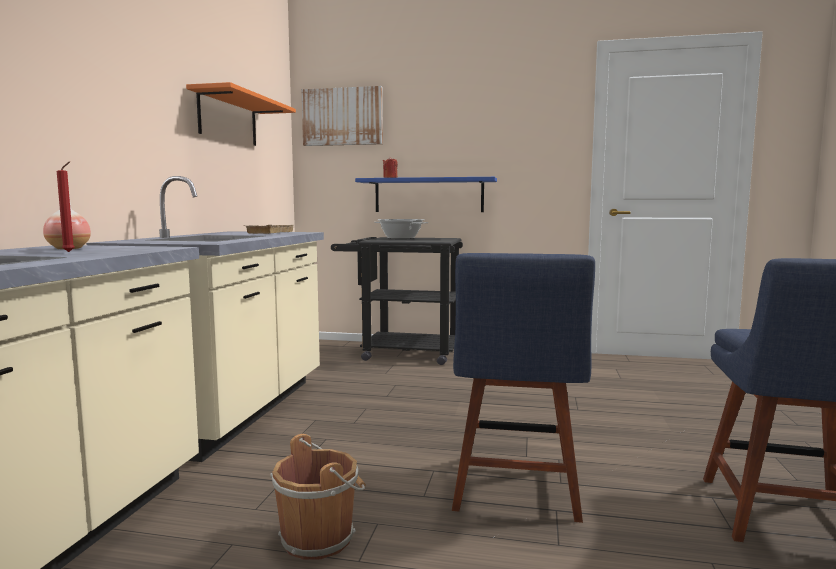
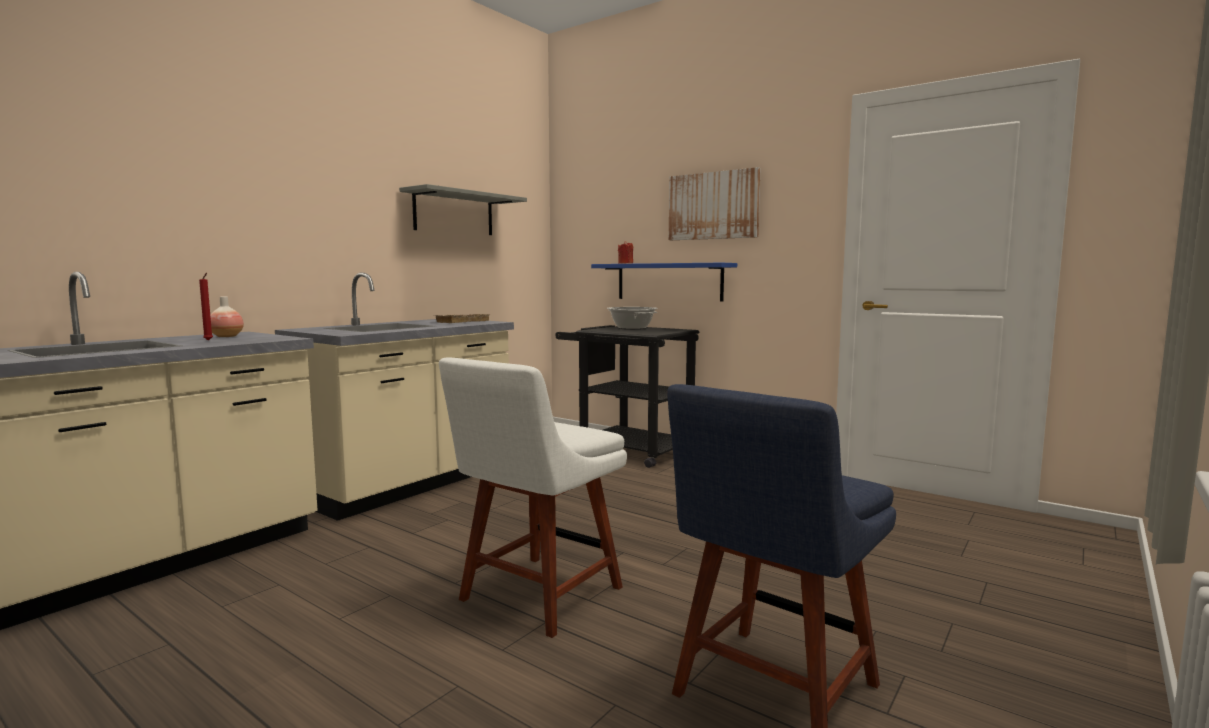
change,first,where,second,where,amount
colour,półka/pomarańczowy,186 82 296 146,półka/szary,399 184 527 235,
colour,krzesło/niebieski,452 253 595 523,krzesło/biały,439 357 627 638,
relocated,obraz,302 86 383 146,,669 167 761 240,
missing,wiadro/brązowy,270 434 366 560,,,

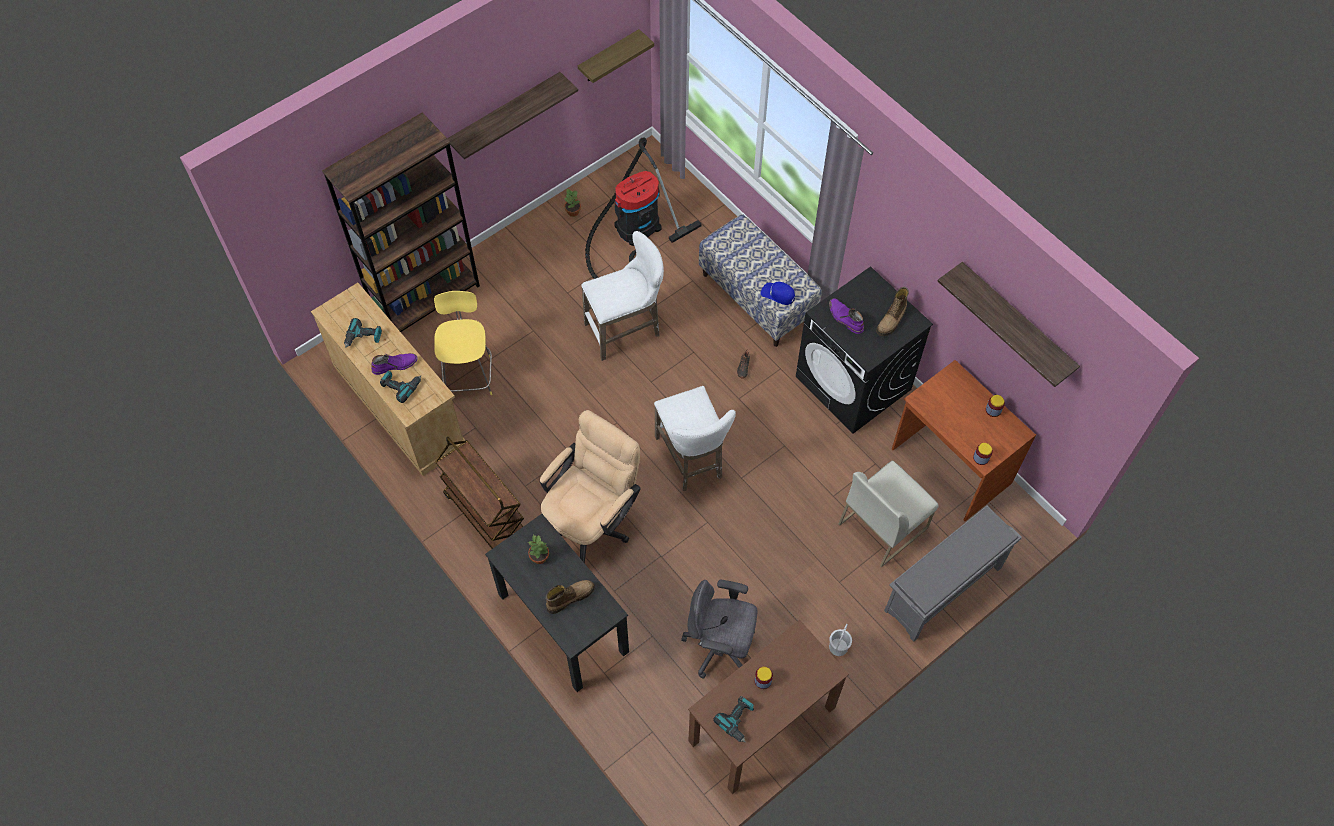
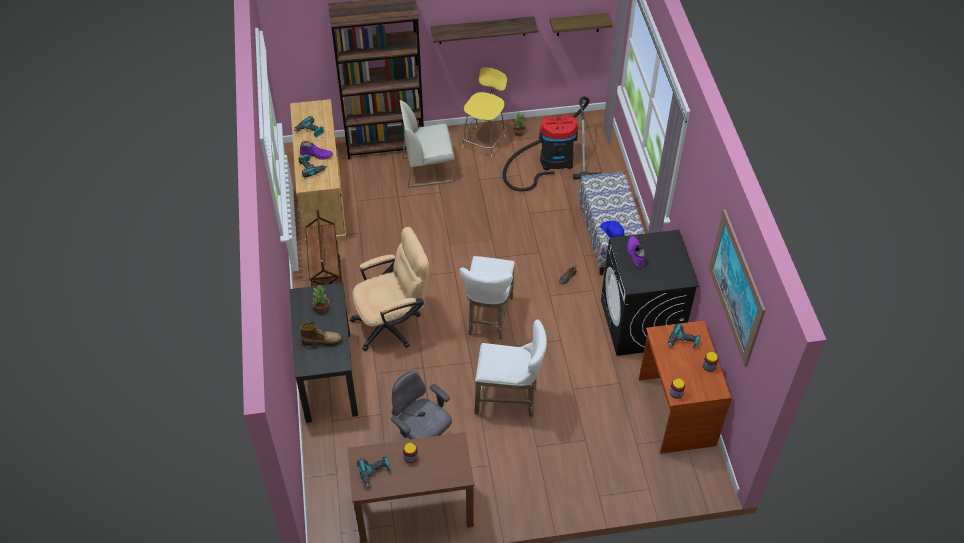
change,first,where,second,where,amount
relocated,krzesło/biały,838 461 939 567,,400 100 454 188,
relocated,stołek/żółty,434 291 492 395,,462 67 507 158,
relocated,stołek/biały,581 231 664 361,,475 320 547 417,
appeared,,,wiertarka,668 324 700 349,
exchanged,półka,938 262 1080 387,obraz,709 209 765 367,
missing,wiadro/biały,829 624 852 656,,,
missing,but z cholewką,876 287 909 336,,,
missing,regał na buty/szary,884 505 1022 642,,,

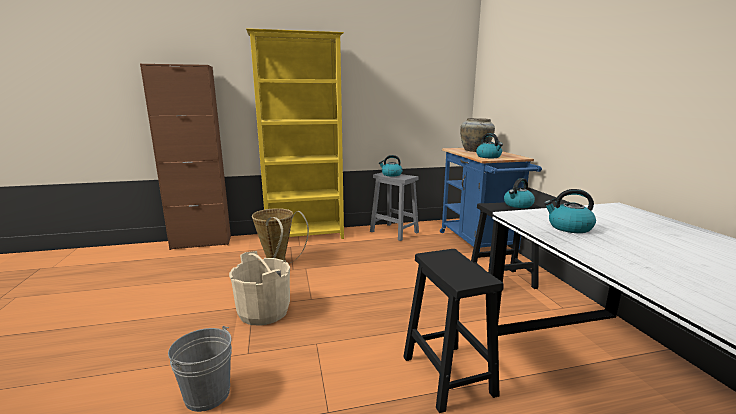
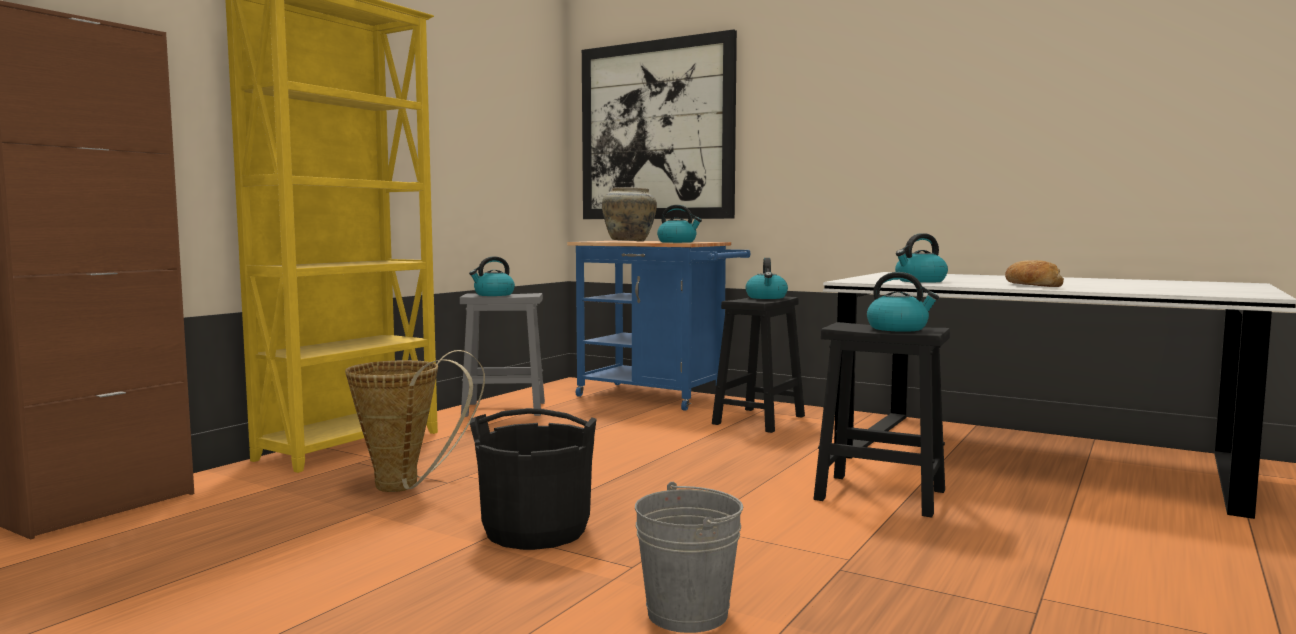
change,first,where,second,where,amount
colour,wiadro/beżowy,229 251 290 326,wiadro/czarny,470 408 597 550,
appeared,,,obraz,582 29 737 219,
appeared,,,czajnik,867 272 939 332,
appeared,,,chleb,1005 260 1064 287,

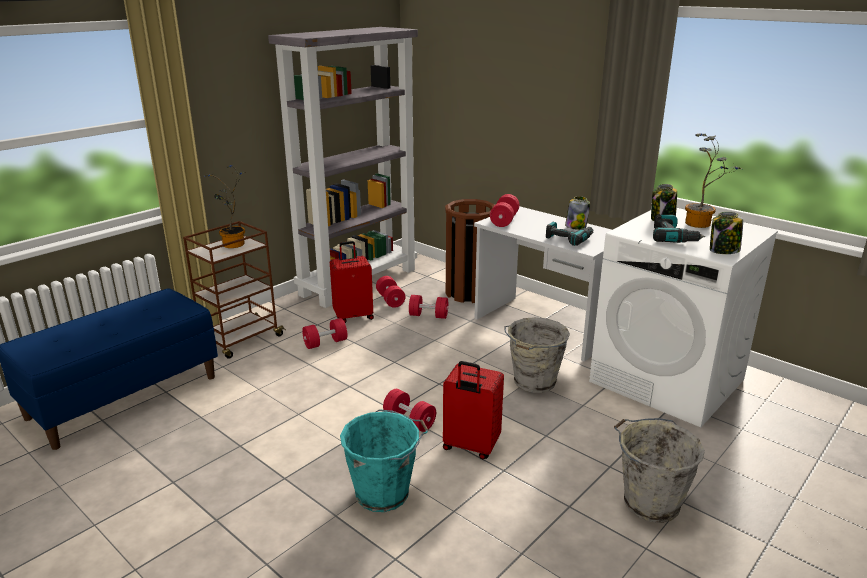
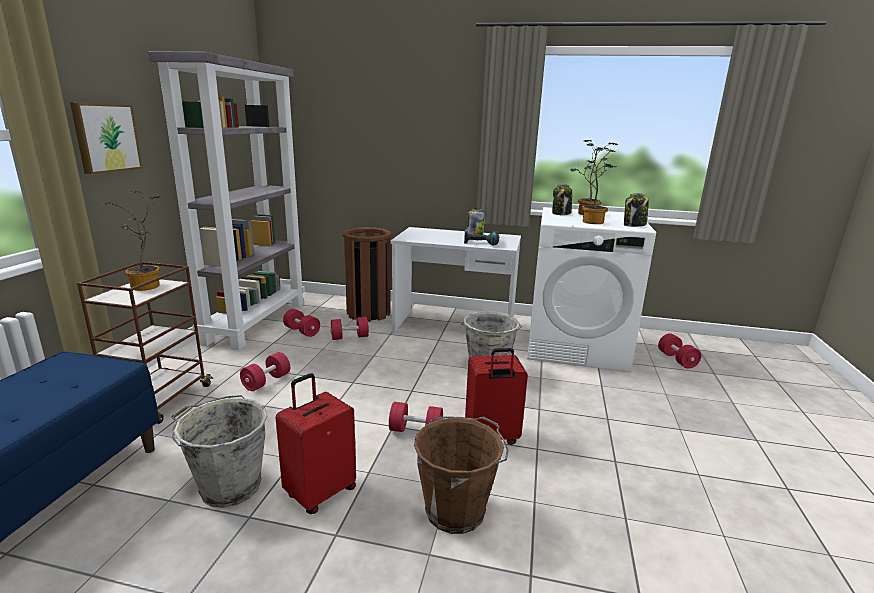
change,first,where,second,where,amount
appeared,,,obraz,70 102 142 174,
relocated,wiadro/szary,614 418 705 523,,172 395 267 508,
relocated,walizka/czerwony,330 241 374 323,,275 373 356 514,
colour,wiadro/turkusowy,340 409 428 512,wiadro/brązowy,414 416 509 534,
exchanged,wiertarka,653 214 705 243,roślina doniczkowa,570 143 618 224,
relocated,hantel/czerwony,490 194 520 227,,658 333 701 369,

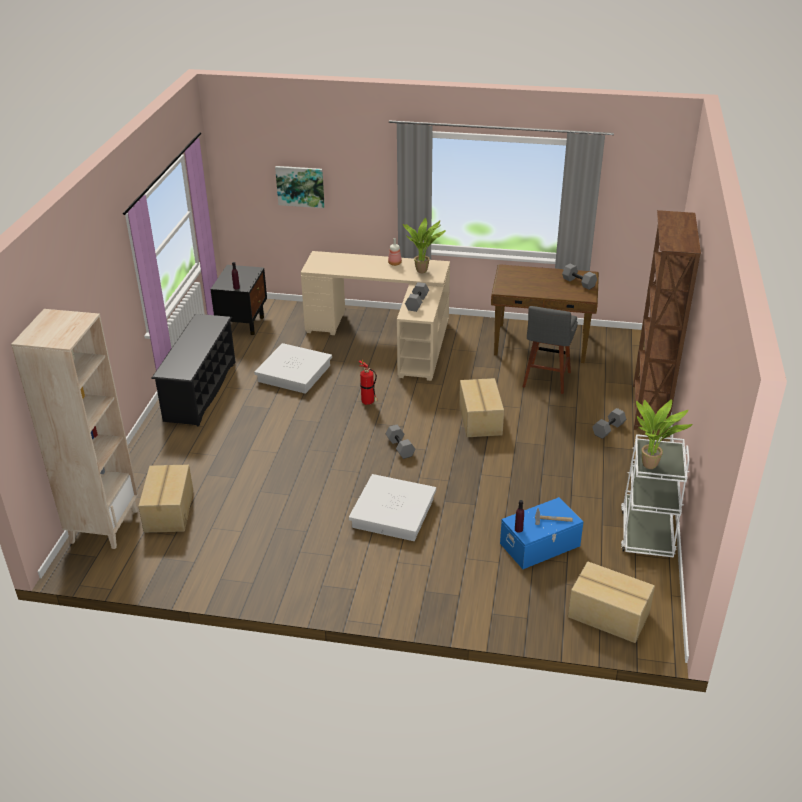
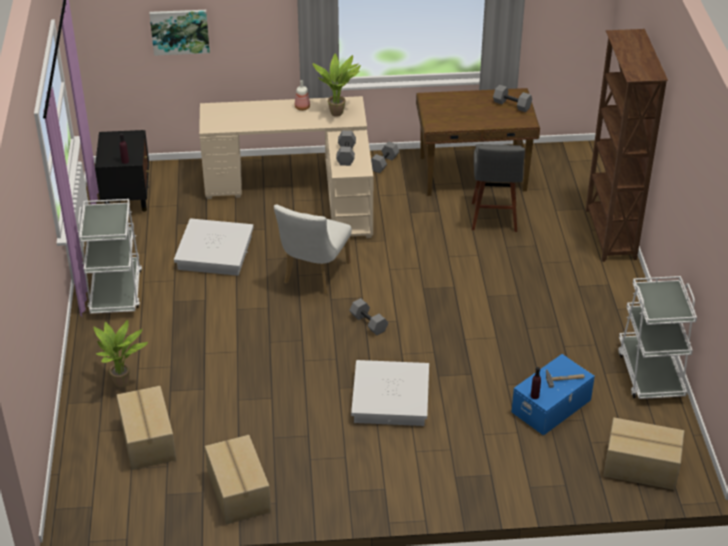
change,first,where,second,where,amount
exchanged,regał na buty/czarny,151 314 235 427,wózek/biały,78 199 142 314,
relocated,roślina doniczkowa,636 400 693 469,,94 320 148 387,
relocated,karton,459 378 504 437,,205 435 271 524,
exchanged,gaśnica,358 360 378 405,krzesło/biały,274 205 352 294,
relocated,hantel/szary,592 408 627 439,,371 142 400 173,
missing,regał/beżowy,11 309 138 549,,,

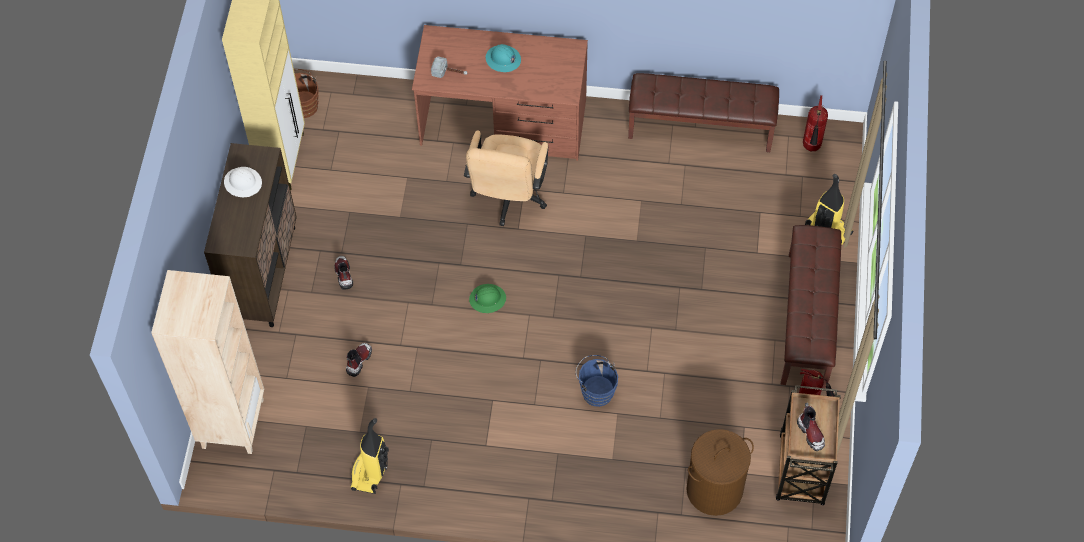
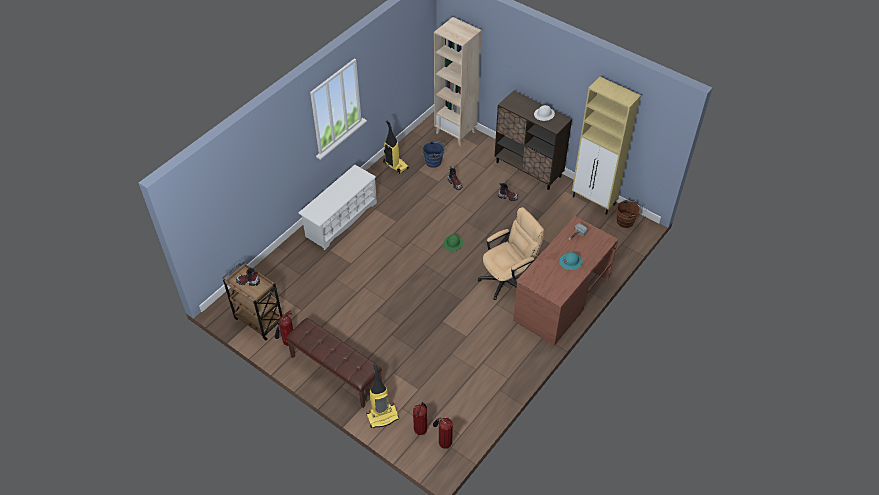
change,first,where,second,where,amount
appeared,,,regał na buty/biały,298 165 377 250,
appeared,,,gaśnica,413 402 427 435,
relocated,wiadro/niebieski,576 355 618 407,,423 141 447 168,
spun,krzesło biurowe/beżowy,464 130 548 226,,478 207 545 300,105 degrees clockwise
missing,ławka/brązowy,628 73 779 152,,,
missing,kosz na pranie/brązowy,686 429 754 516,,,

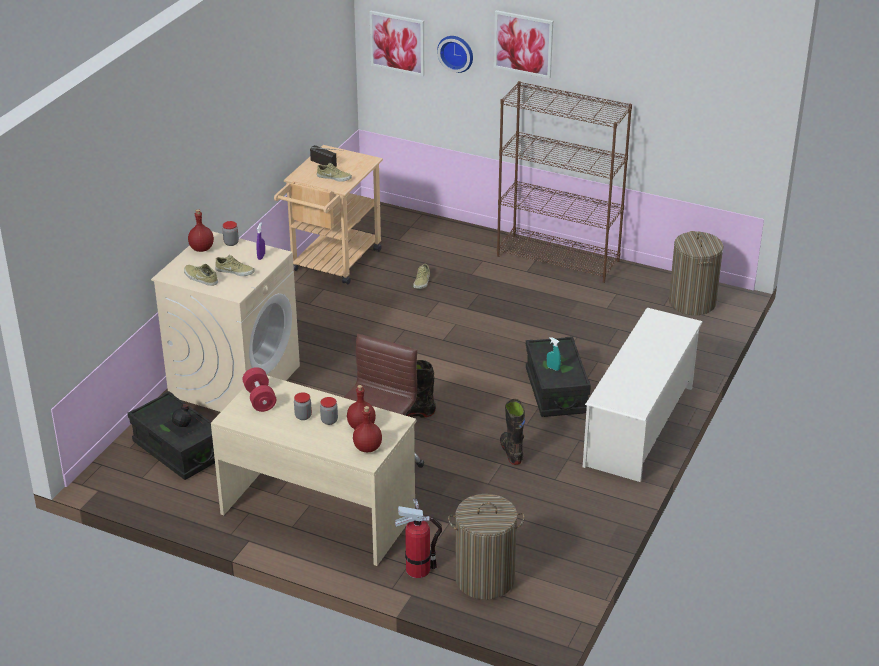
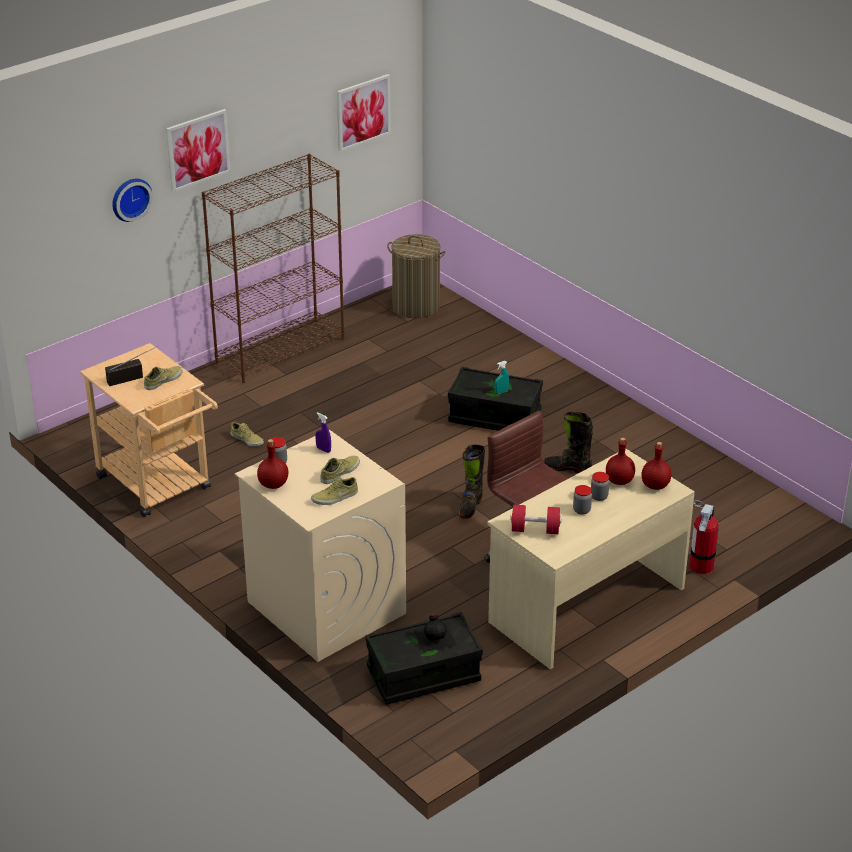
change,first,where,second,where,amount
relocated,obraz,370 11 424 76,,337 74 391 152,
missing,kosz na pranie,448 494 525 600,,,
missing,regał na buty/biały,583 308 703 482,,,

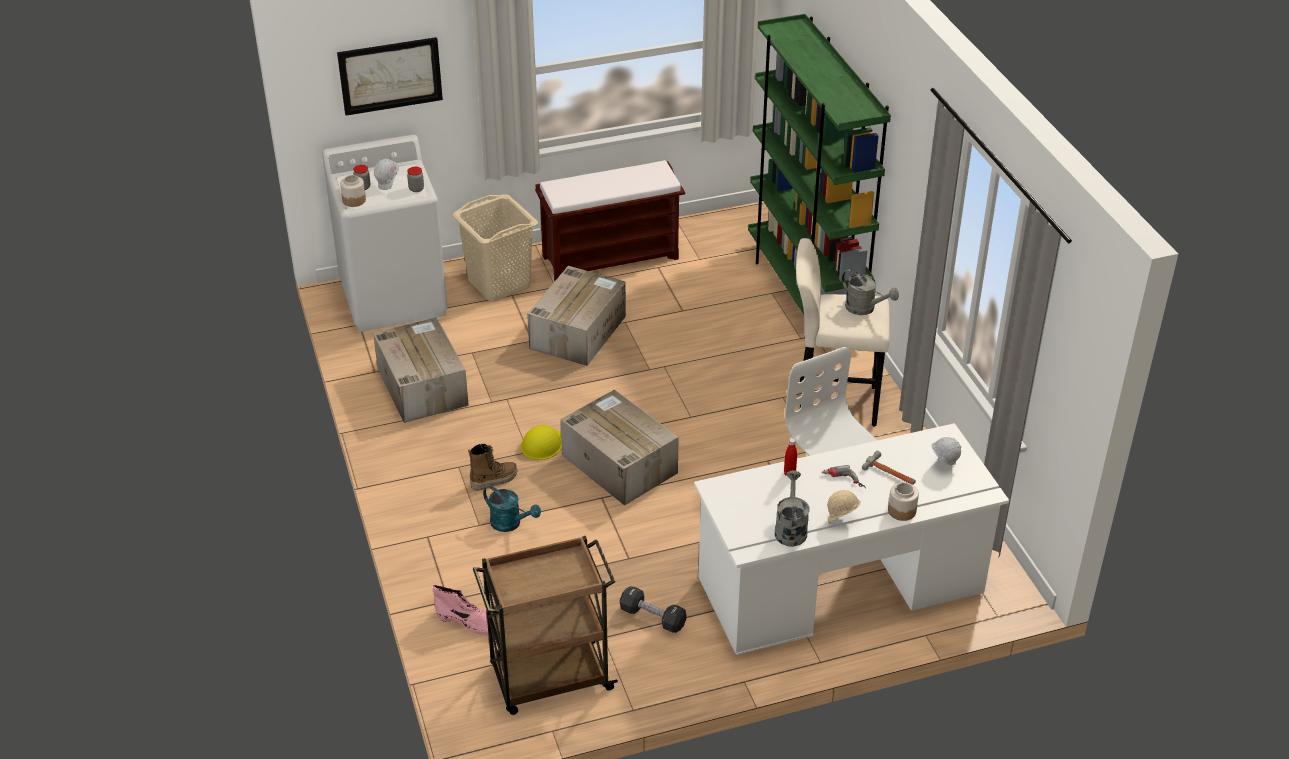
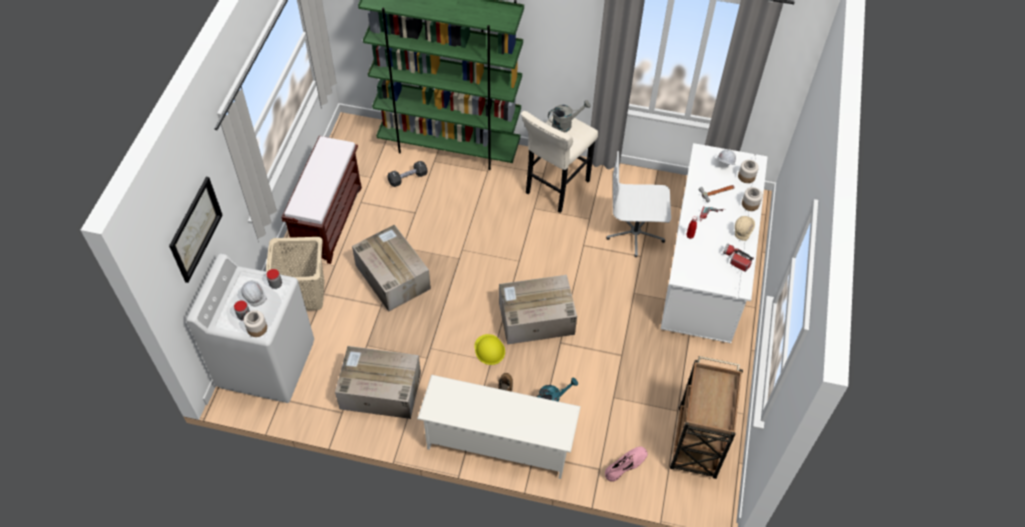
change,first,where,second,where,amount
relocated,hantel/czarny,620 586 686 633,,387 161 428 187,
appeared,,,regał na buty/biały,417 375 581 479,
exchanged,konewka/szary,775 471 809 547,latarka,723 243 754 272,
appeared,,,słoik,738 160 759 183,

